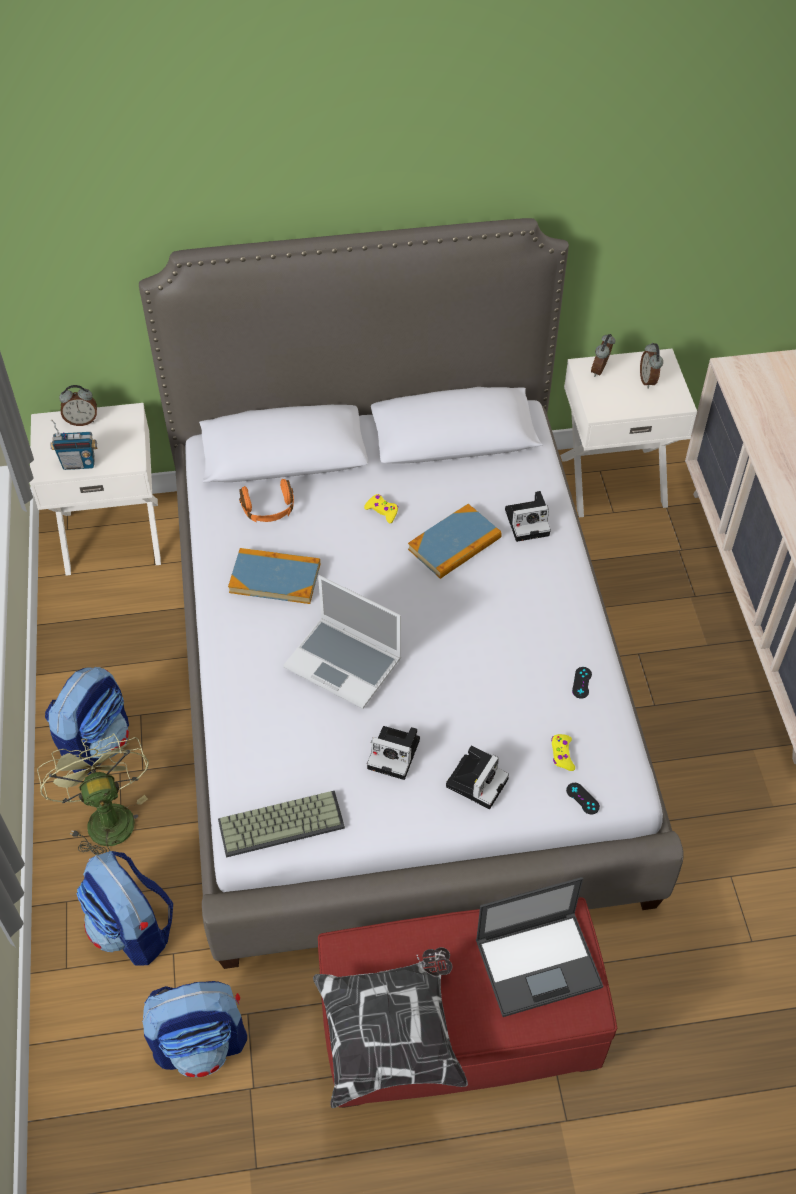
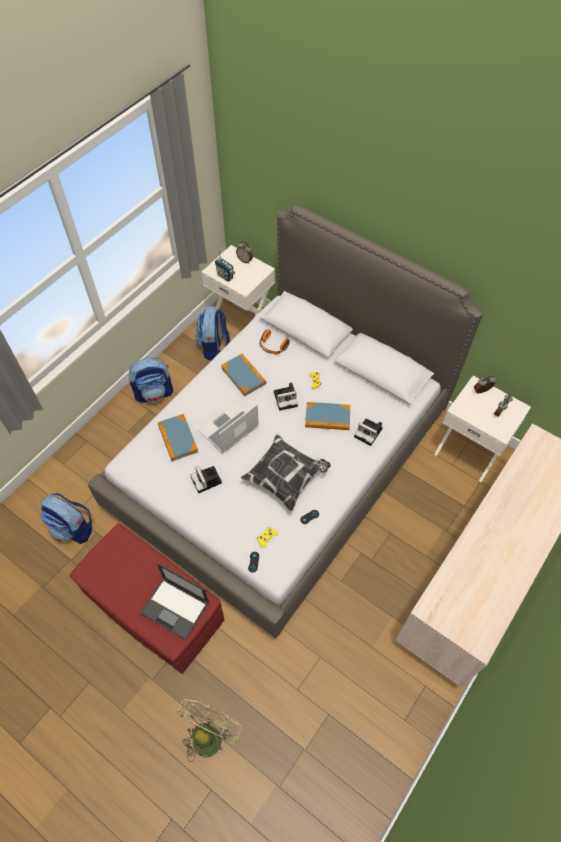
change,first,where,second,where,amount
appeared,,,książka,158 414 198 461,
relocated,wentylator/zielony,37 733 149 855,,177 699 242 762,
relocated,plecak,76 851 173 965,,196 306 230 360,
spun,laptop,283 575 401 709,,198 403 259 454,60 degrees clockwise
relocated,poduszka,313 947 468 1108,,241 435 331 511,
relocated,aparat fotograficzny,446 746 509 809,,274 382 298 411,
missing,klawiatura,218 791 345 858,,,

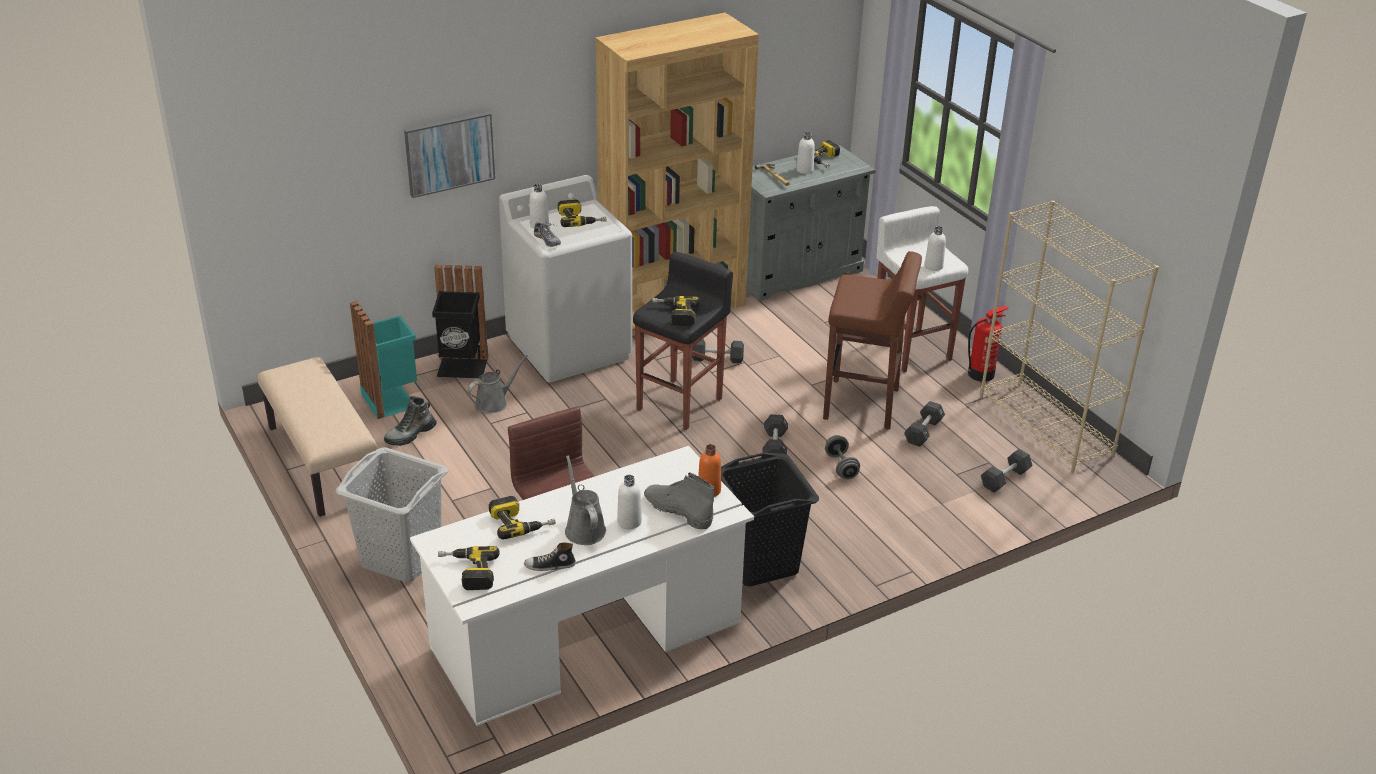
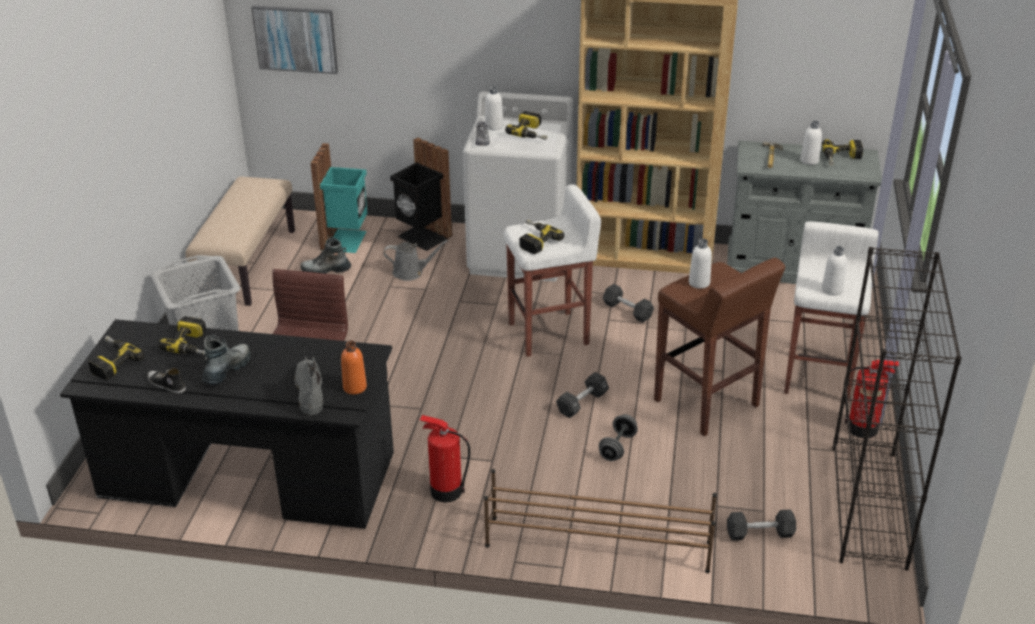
change,first,where,second,where,amount
colour,biurko/biały,410 446 754 726,biurko/czarny,60 319 394 529,
exchanged,konewka/szary,565 455 606 545,but z cholewką,202 335 251 385,
relocated,obraz,404 112 495 198,,251 5 338 74,
exchanged,kosz na pranie/czarny,721 452 819 587,gaśnica,420 415 470 502,
appeared,,,regał na buty/brązowy,484 469 717 573,
colour,stołek/czarny,633 252 733 430,stołek/biały,504 184 601 357,
relocated,butelka/biały,617 475 642 529,,689 239 712 289,
colour,regał/beżowy,980 200 1159 472,regał/czarny,832 247 962 571,
missing,hantel/czarny,904 401 945 447,,,

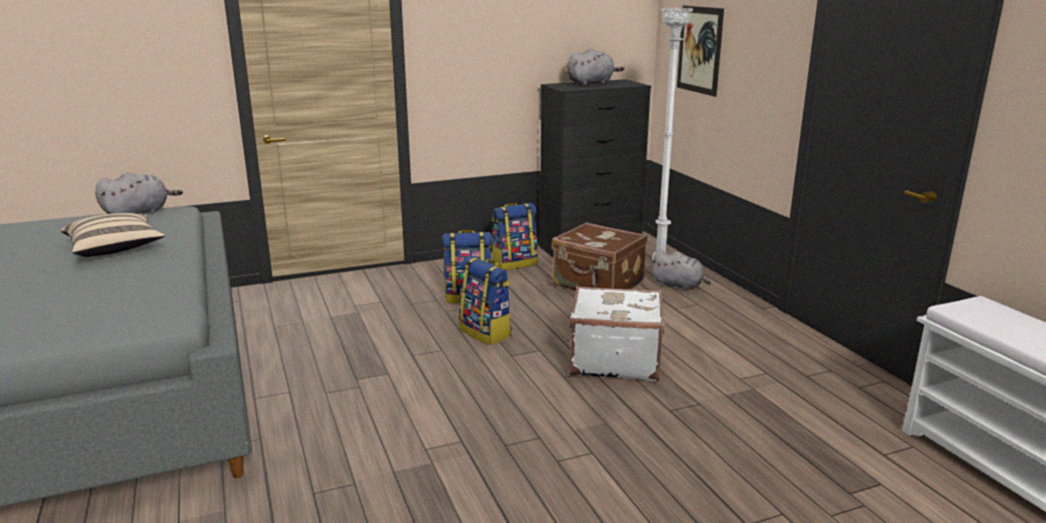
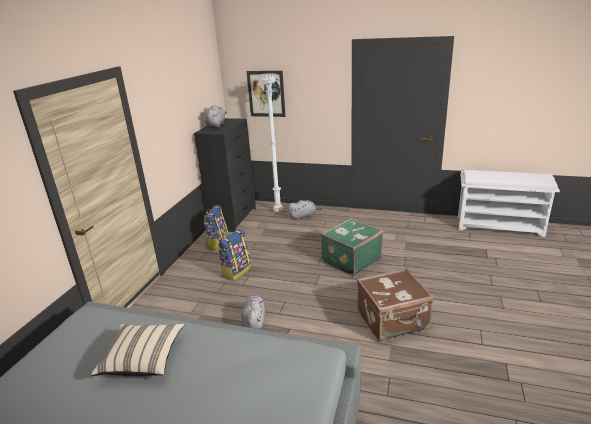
change,first,where,second,where,amount
relocated,pluszak/szary,95 172 183 214,,242 295 265 329,
colour,walizka/biały,570 286 665 381,walizka/zielony,321 218 383 276,
relocated,walizka/brązowy,551 222 647 290,,357 268 434 341,
missing,plecak,459 256 512 345,,,

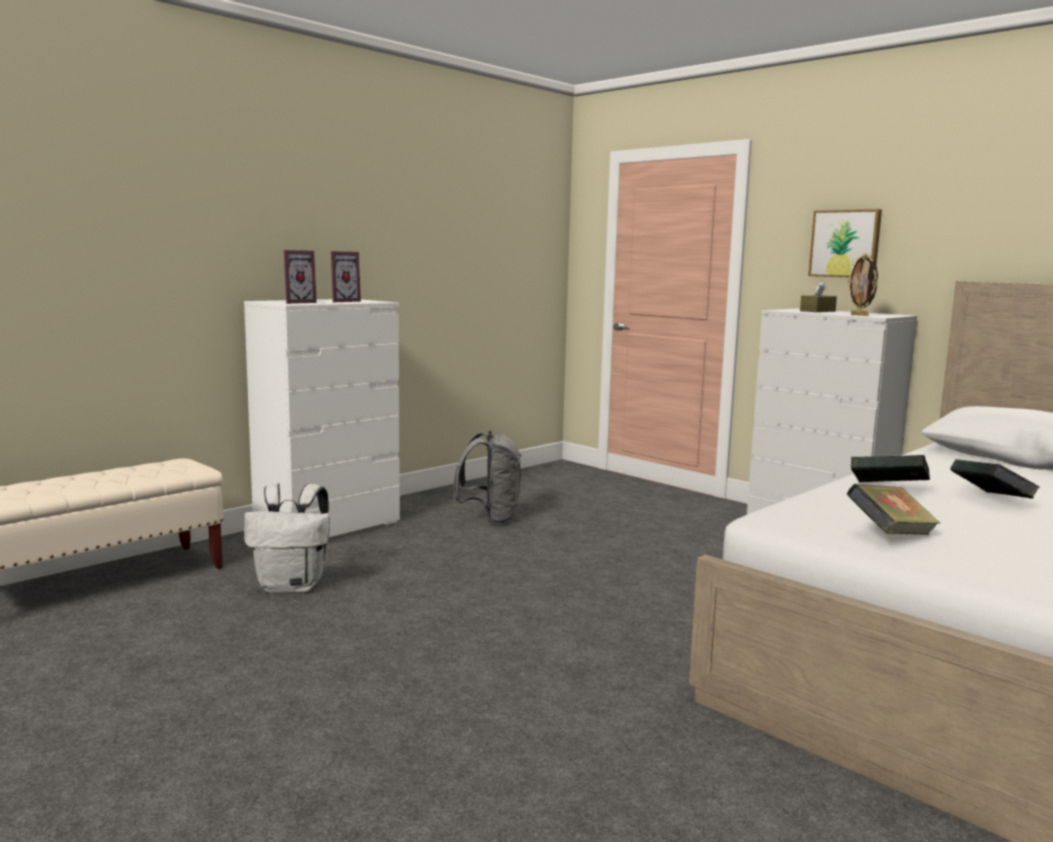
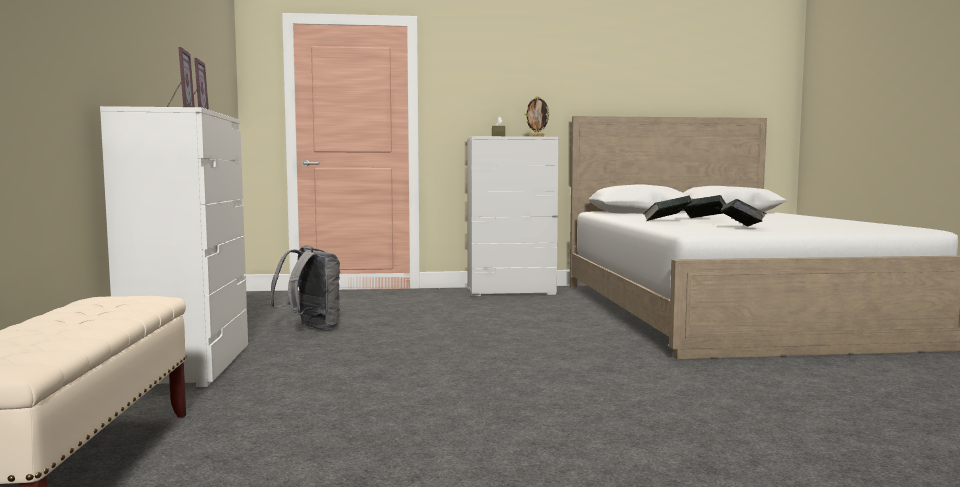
change,first,where,second,where,amount
missing,plecak/biały,244 483 330 594,,,
missing,obraz,808 209 882 277,,,

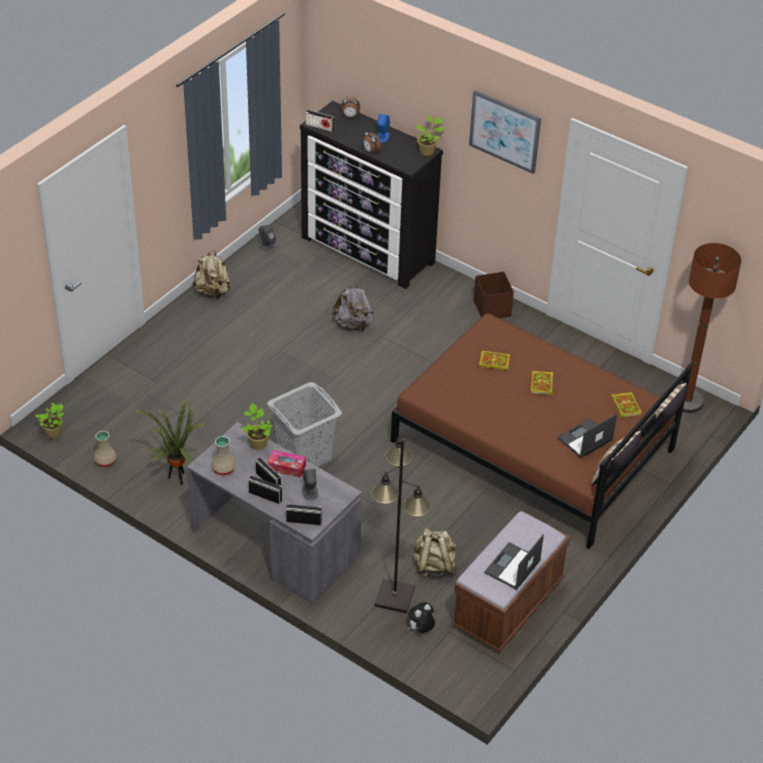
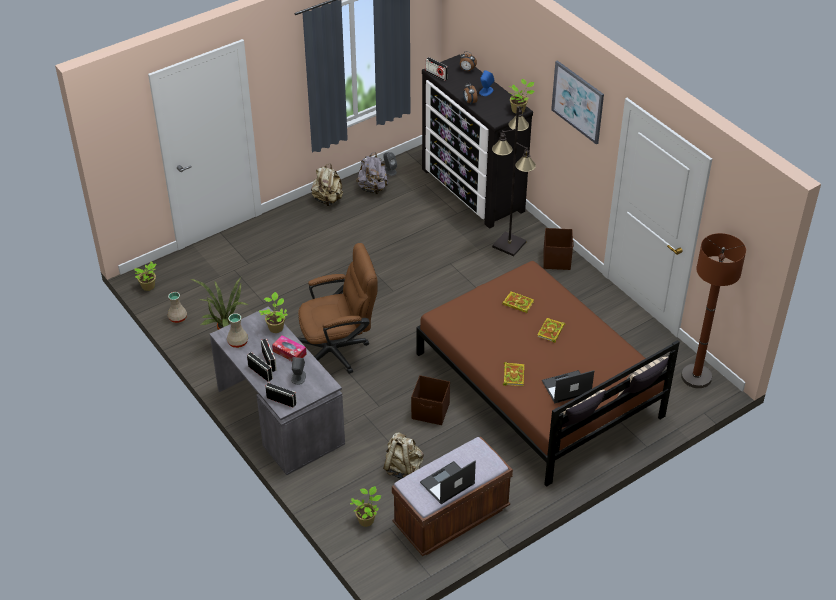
change,first,where,second,where,amount
exchanged,kosz na pranie/szary,267 382 342 467,krzesło biurowe/brązowy,298 243 378 374,
exchanged,pluszak,408 602 435 633,roślina doniczkowa,350 486 381 527,
relocated,plecak/szary,332 282 374 332,,356 152 388 195,
appeared,,,pojemnik do przechowywania/brązowy,411 375 450 425,
relocated,lampa stojąca/czarny,371 435 431 613,,492 106 536 256,
relocated,książka,611 392 641 418,,503 362 524 386,

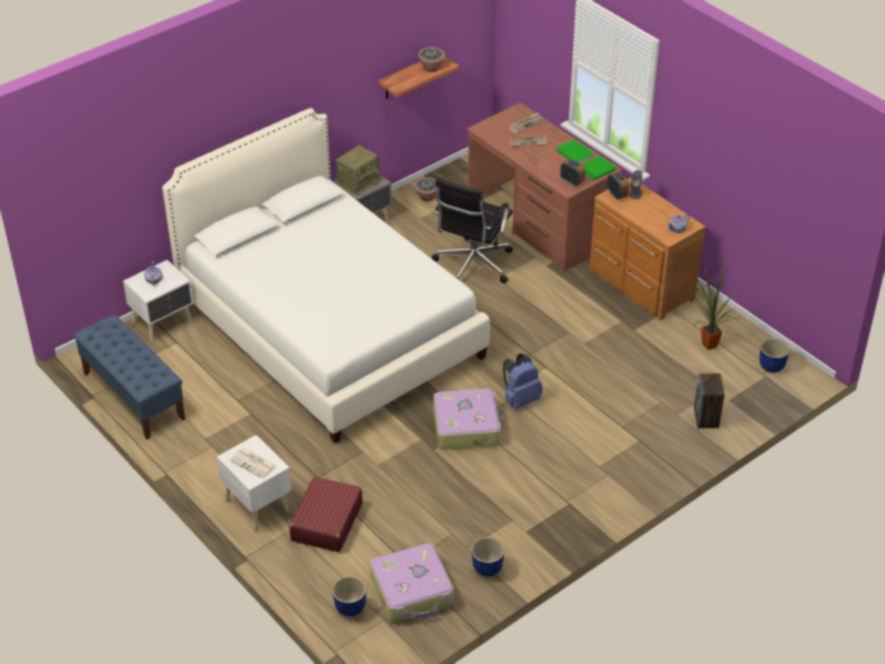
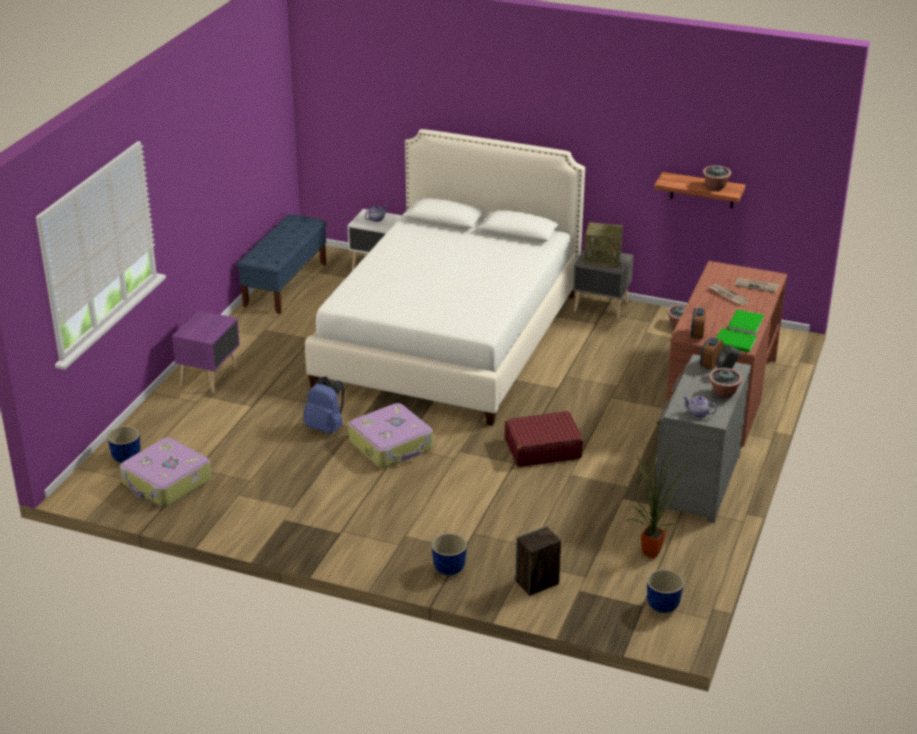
change,first,where,second,where,amount
colour,szafka nocna/biały,217 435 292 531,szafka nocna/fioletowy,172 310 240 394,
relocated,plecak/niebieski,503 353 542 409,,303 377 344 434,
relocated,donica,471 537 505 577,,432 533 467 575,
relocated,walizka/czerwony,289 477 362 552,,505 411 583 467,
colour,komoda/brązowy,590 177 706 321,komoda/szary,653 354 751 523,
appeared,,,roślina doniczkowa,709 368 743 398,
missing,gazeta,229 448 276 478,,,
missing,krzesło biurowe/czarny,432 177 513 283,,,

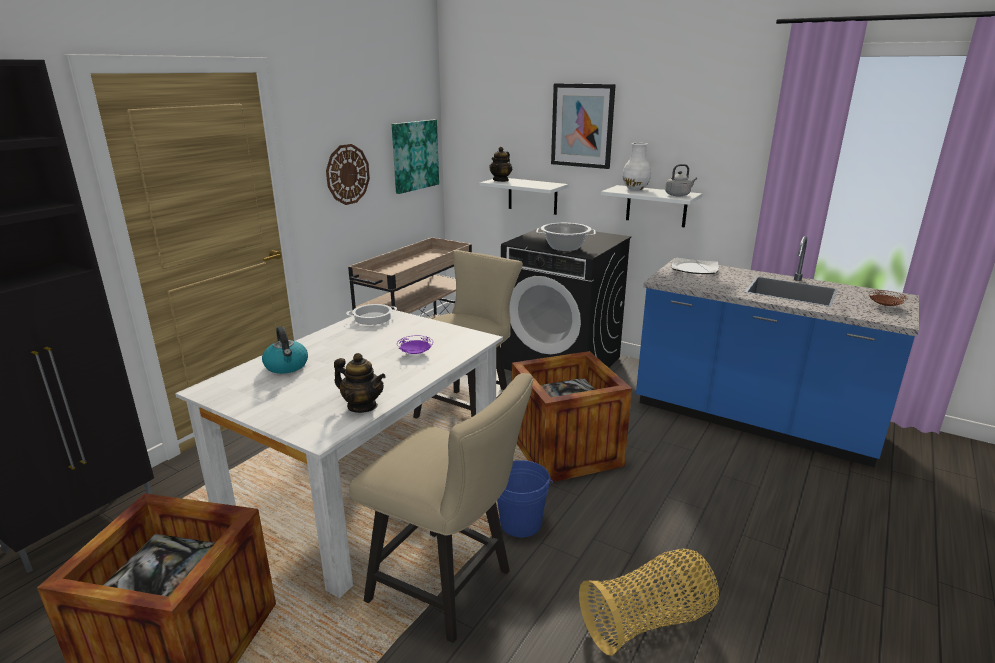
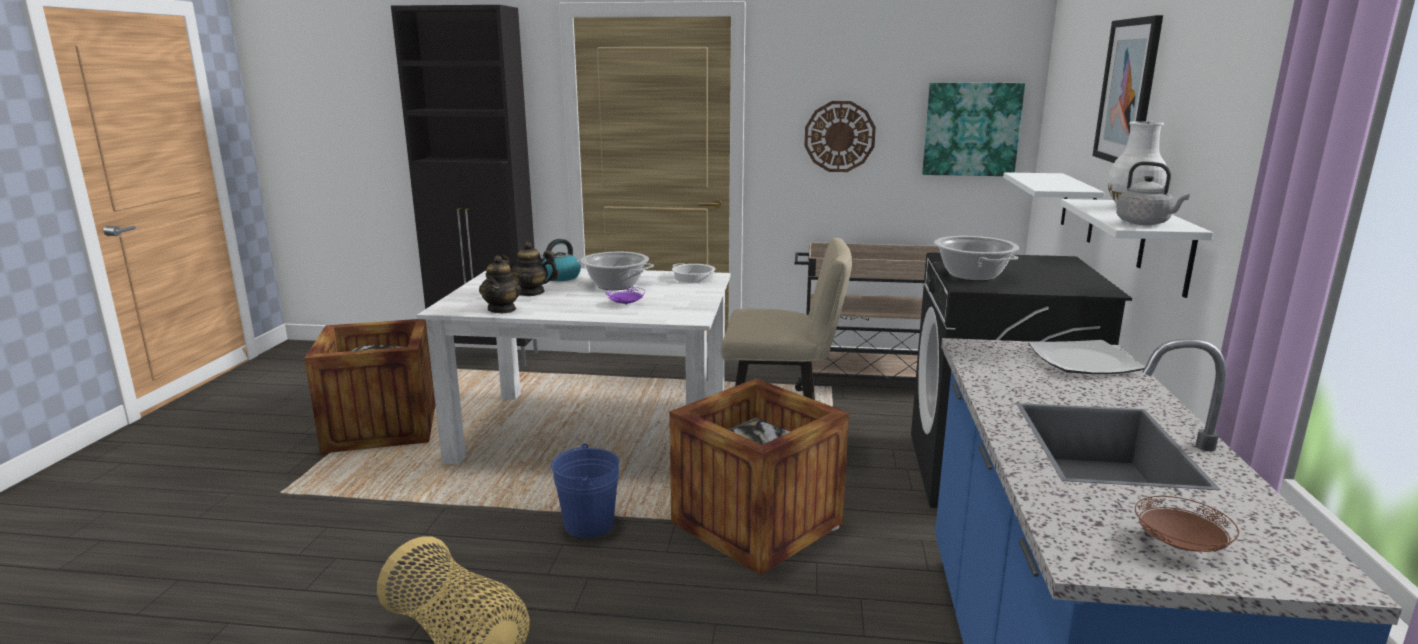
change,first,where,second,where,amount
relocated,imbryk,489 147 512 182,,501 242 559 296,
appeared,,,garnek,577 252 654 290,
missing,krzesło/beżowy,349 373 533 643,,,

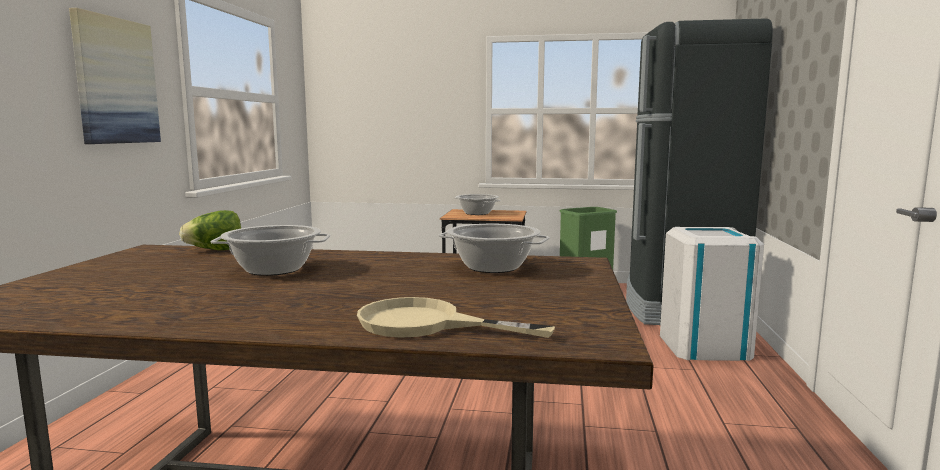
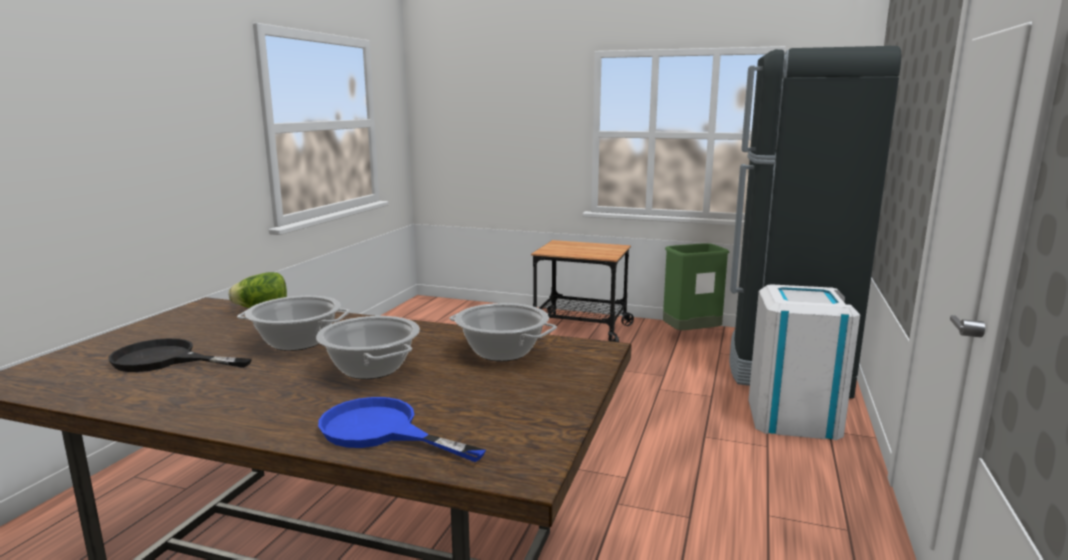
change,first,where,second,where,amount
appeared,,,patelnia/czarny,108 338 252 372,
relocated,garnek,455 194 501 215,,316 316 420 379,
colour,patelnia/beżowy,357 297 555 338,patelnia/niebieski,318 397 486 462,
missing,obraz,69 8 161 144,,,

